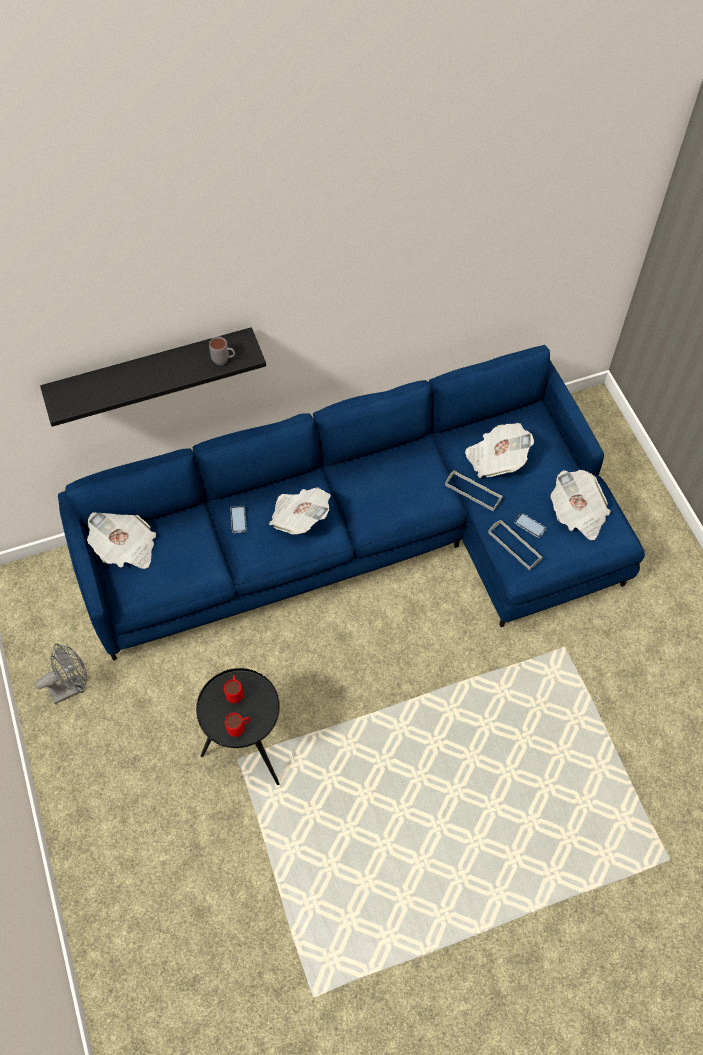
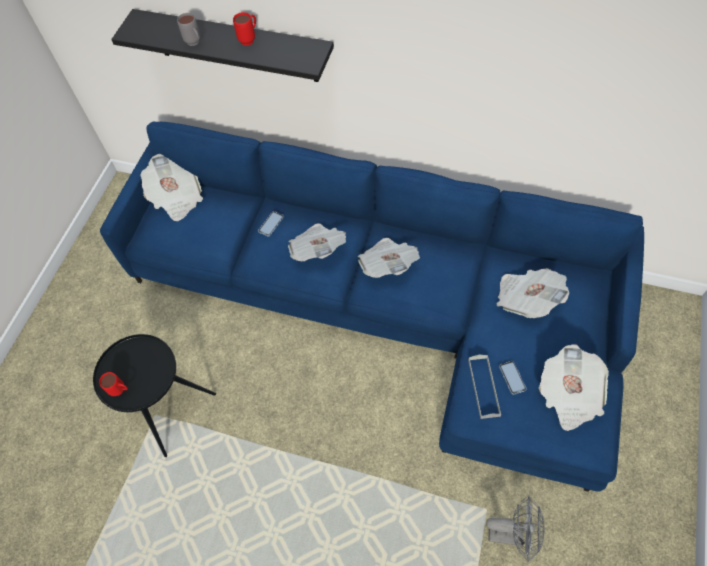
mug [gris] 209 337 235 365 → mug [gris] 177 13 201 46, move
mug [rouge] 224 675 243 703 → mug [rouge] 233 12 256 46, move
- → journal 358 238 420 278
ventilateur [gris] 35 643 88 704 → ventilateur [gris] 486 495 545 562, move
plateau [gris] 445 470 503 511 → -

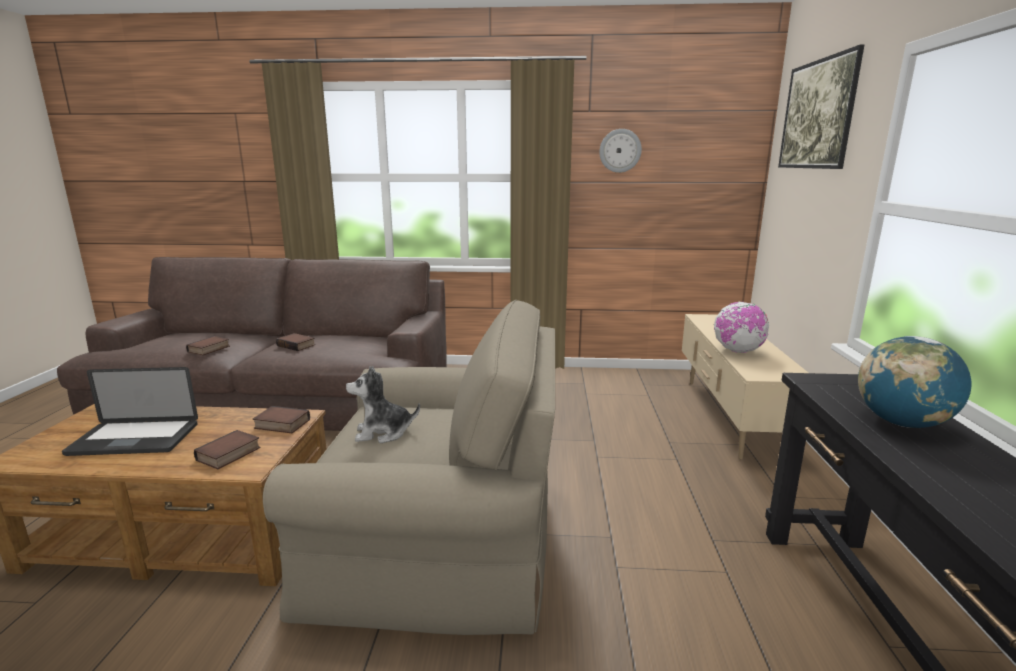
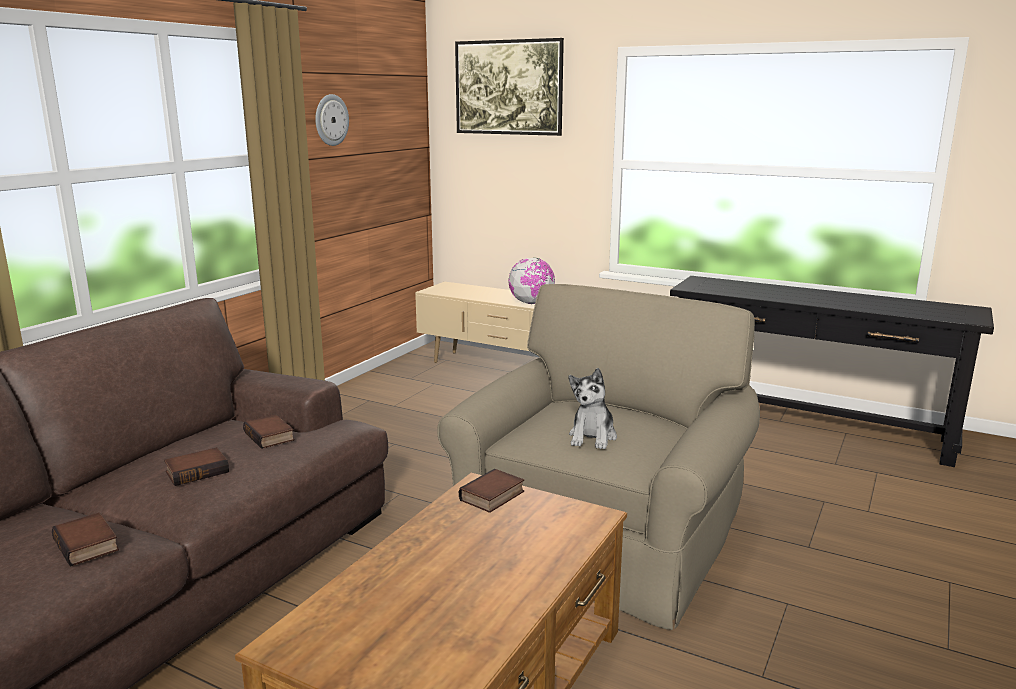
livre 194 430 260 469 → livre 243 414 294 449, move
ordinateur portable 62 367 198 456 → -
globe 858 336 972 428 → -

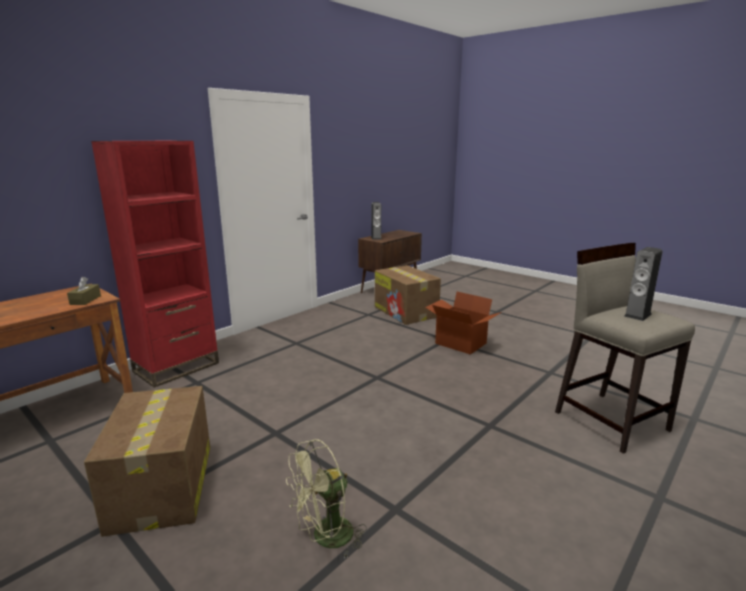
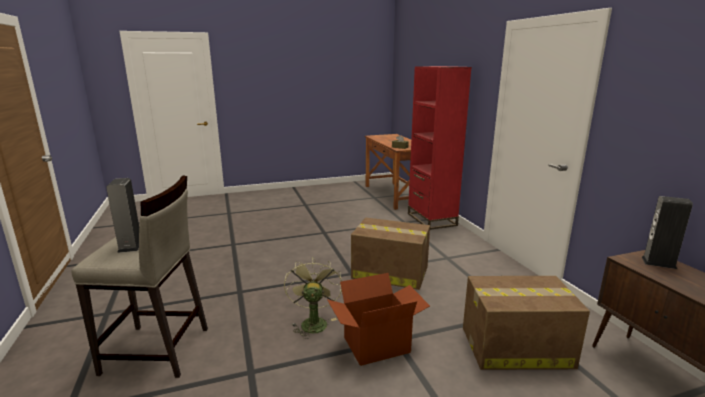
ventilateur [vert] 286 439 367 558 → ventilateur [vert] 284 257 342 339, move
carton 84 386 210 537 → carton 351 218 430 290, move

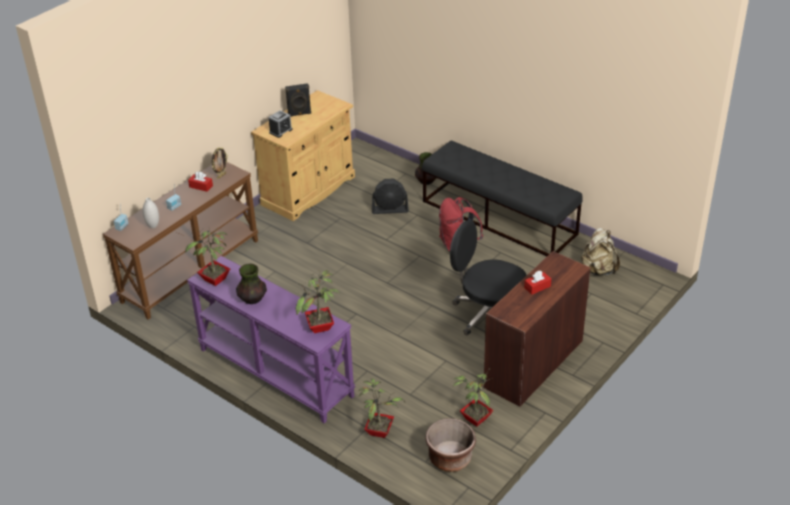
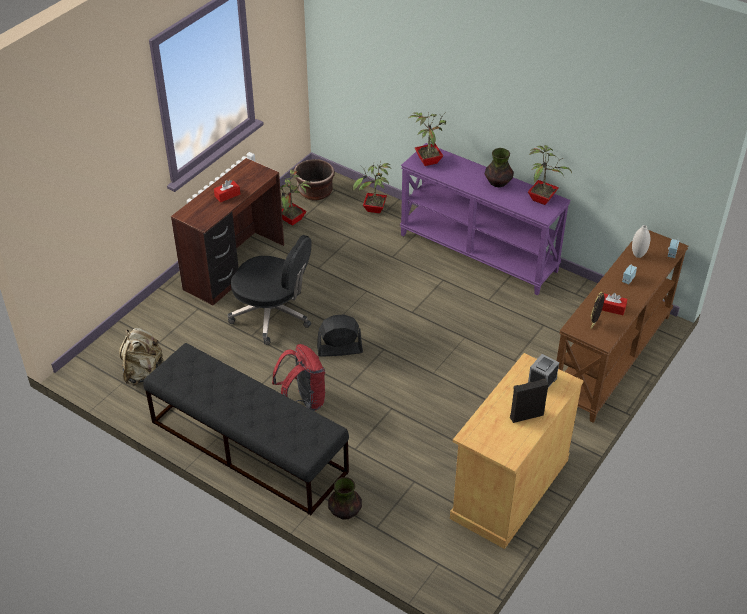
ventilateur [noir] 372 179 409 214 → ventilateur [noir] 317 314 363 357, move

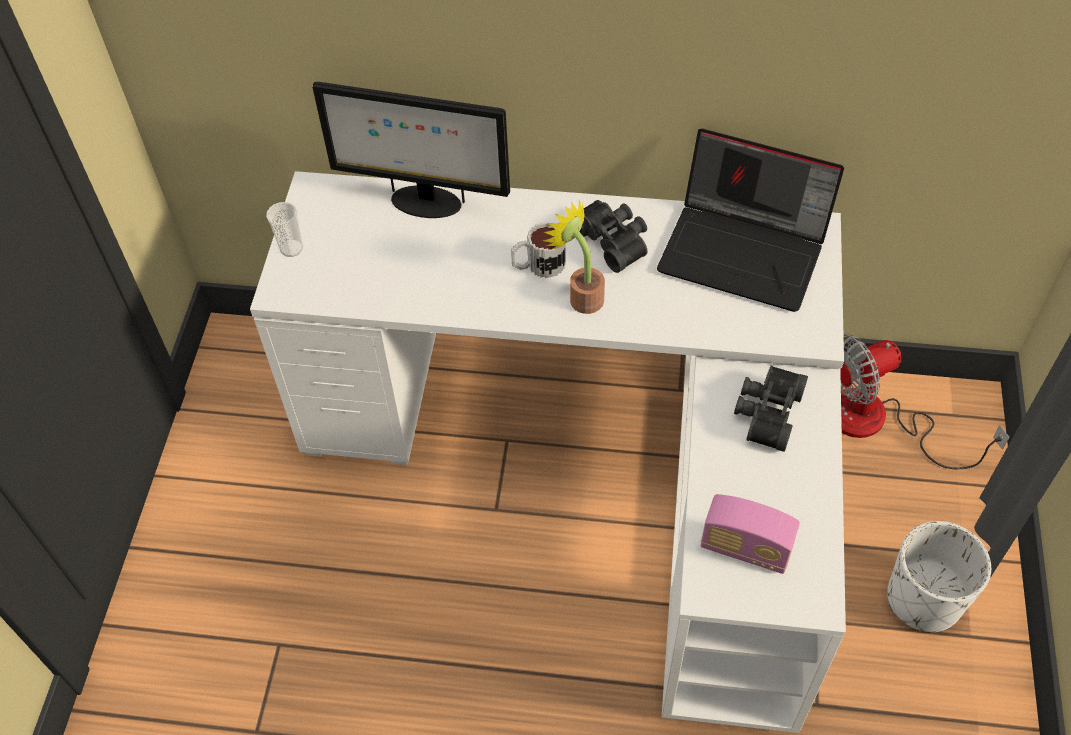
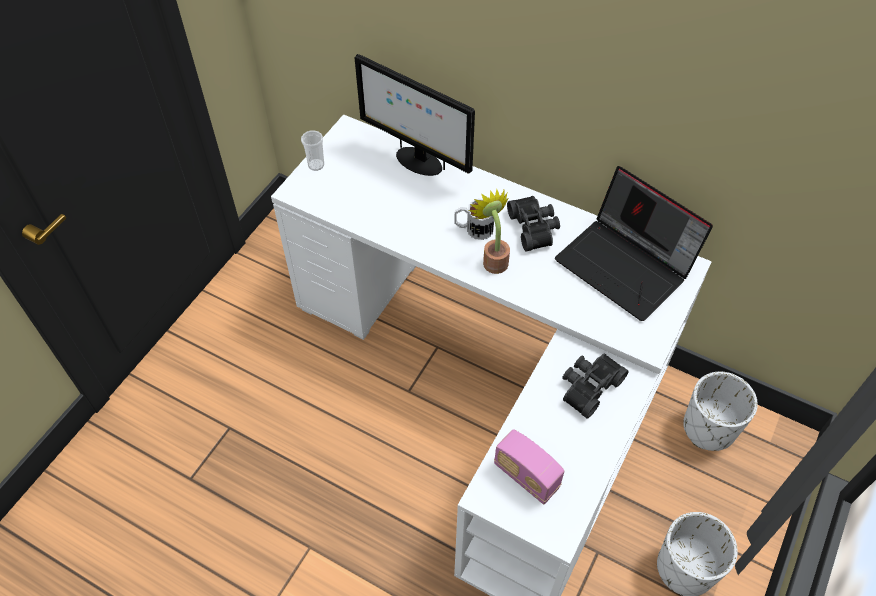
ventilateur 840 334 1009 469 → cache-pot [blanc] 683 372 758 451

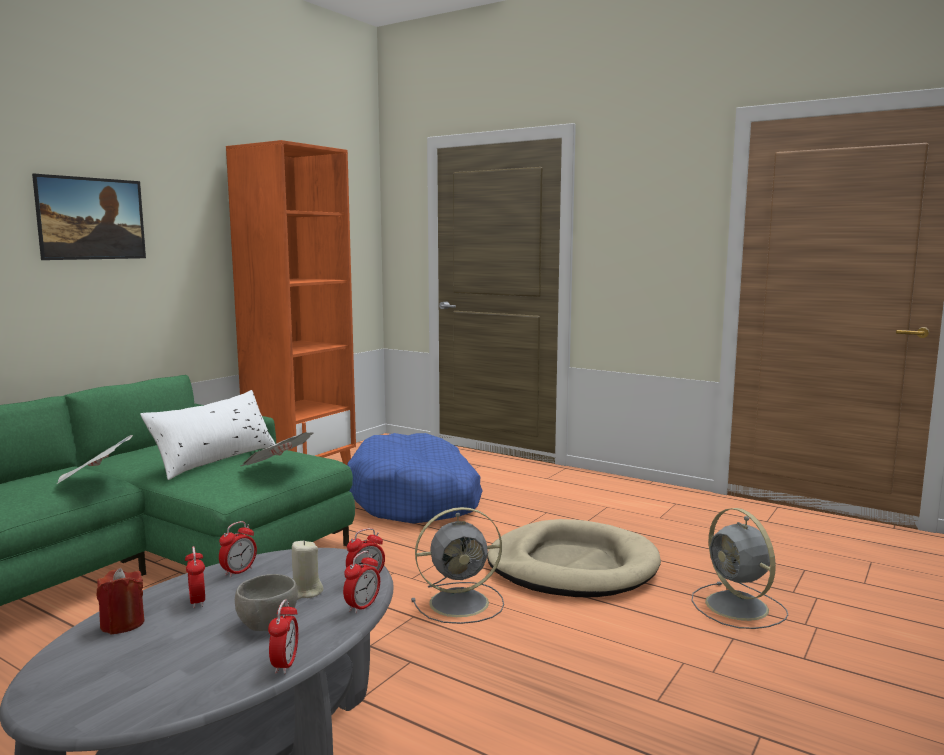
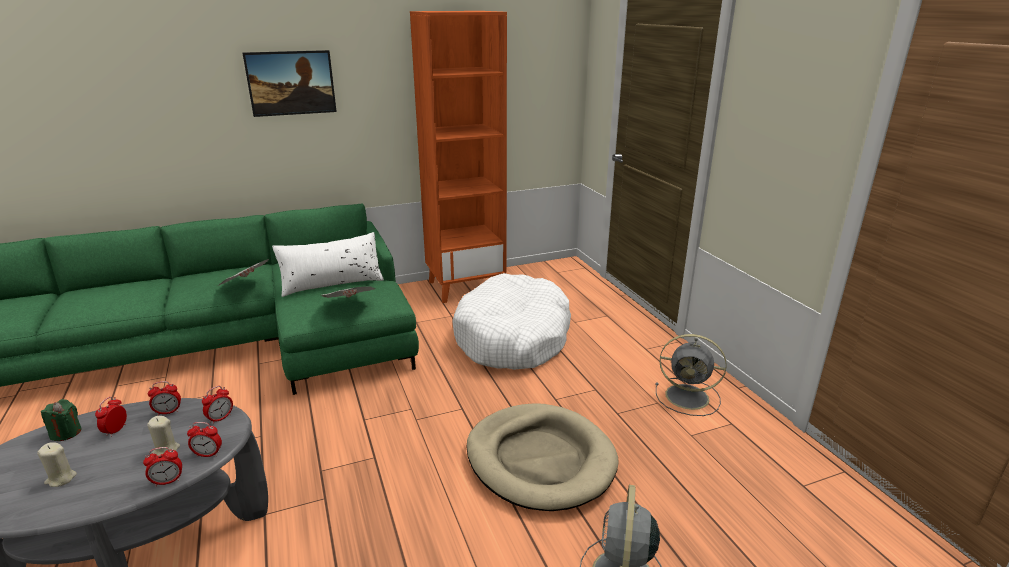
- → bougie [beige] 37 442 77 487
bougie [rouge] 97 568 144 635 → bougie [vert] 41 399 82 441
réveil 268 599 298 674 → réveil 202 386 233 424, move
panier pour chien [bleu] 347 433 483 524 → panier pour chien [blanc] 452 273 571 370
ventilateur [gris] 411 507 504 624 → ventilateur [gris] 656 334 727 416, move
bol [gris] 235 574 298 631 → -

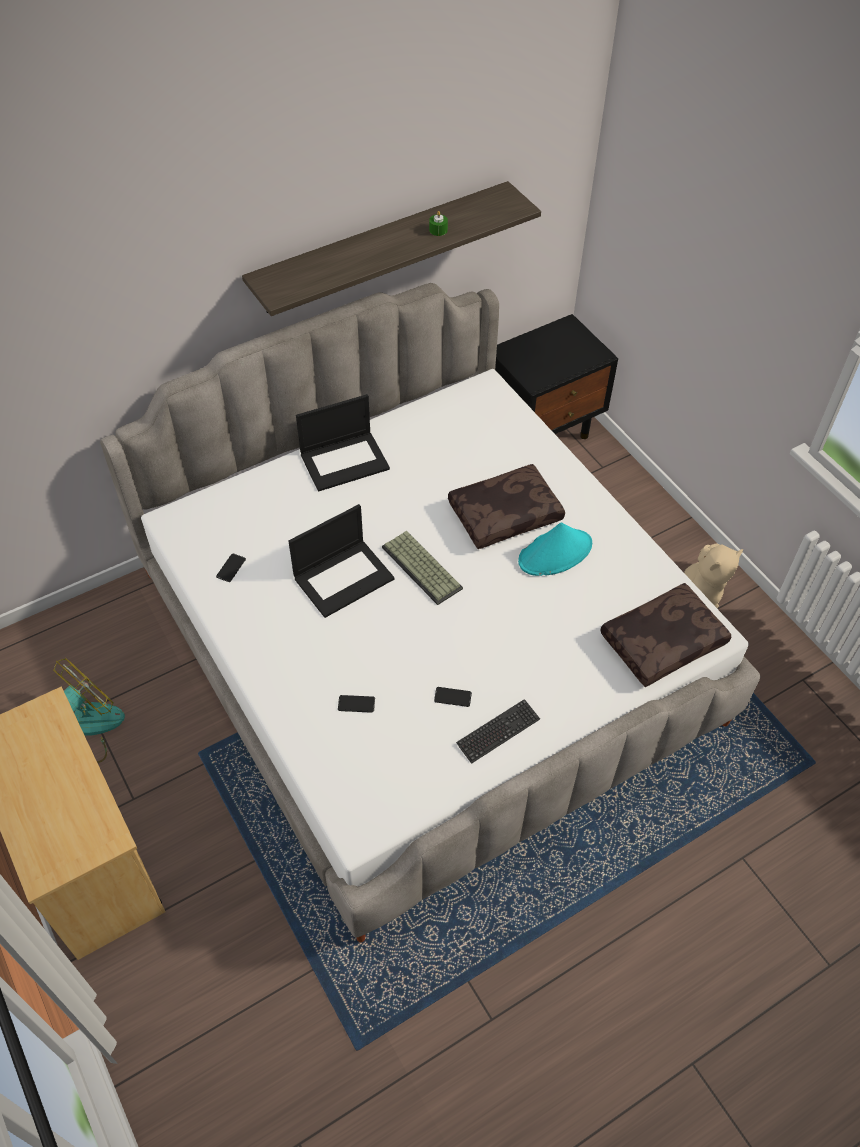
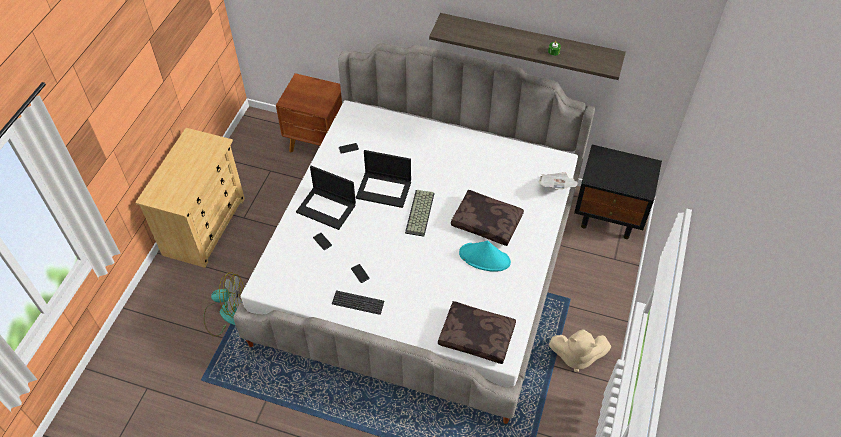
ventilateur 53 658 125 763 → ventilateur 204 272 244 337, move
- → table de chevet [marron] 276 73 342 153
ordinateur portable 296 394 390 492 → ordinateur portable 296 166 356 230, move
- → journal 538 172 578 189

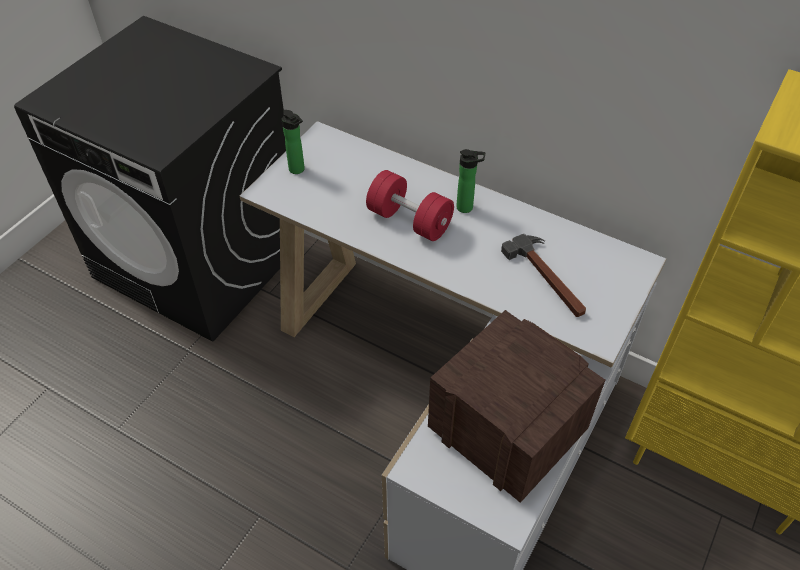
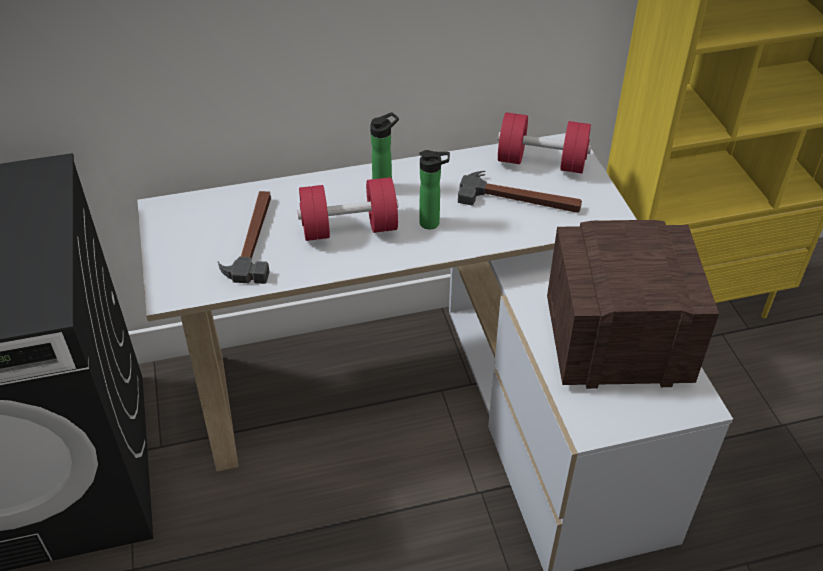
- → marteau 218 191 271 284
bouteille 282 110 305 174 → bouteille 419 150 450 229, move
- → haltère [rouge] 498 112 591 173

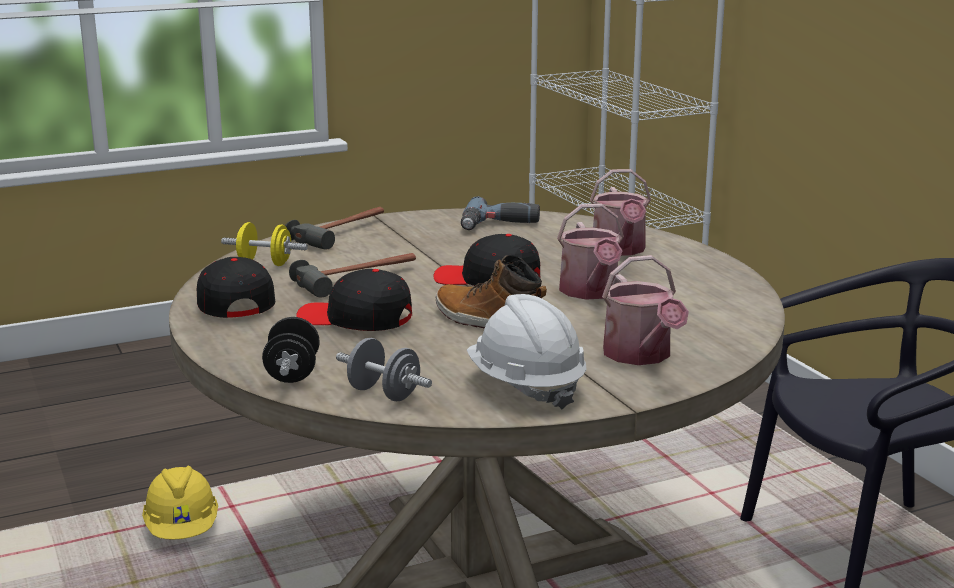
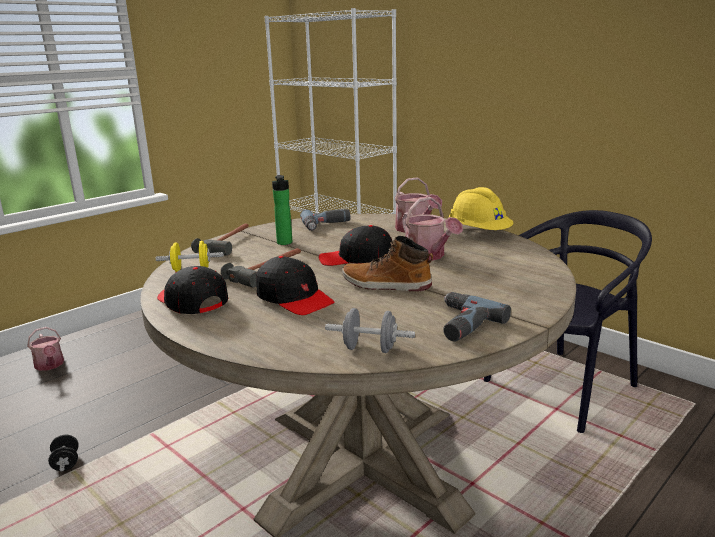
arrosoir 602 255 689 365 → arrosoir 27 327 64 371, move
haltère [noir] 262 317 320 383 → haltère [noir] 48 435 79 472, move
casquette [noir] 296 269 412 331 → casquette [noir] 256 256 335 315, 135 degrees counterclockwise
- → bouteille 272 175 292 245
casque de chantier [blanc] 467 294 586 410 → perceuse 443 292 511 342
casque de chantier [jaune] 142 466 218 540 → casque de chantier [jaune] 449 187 514 230, move

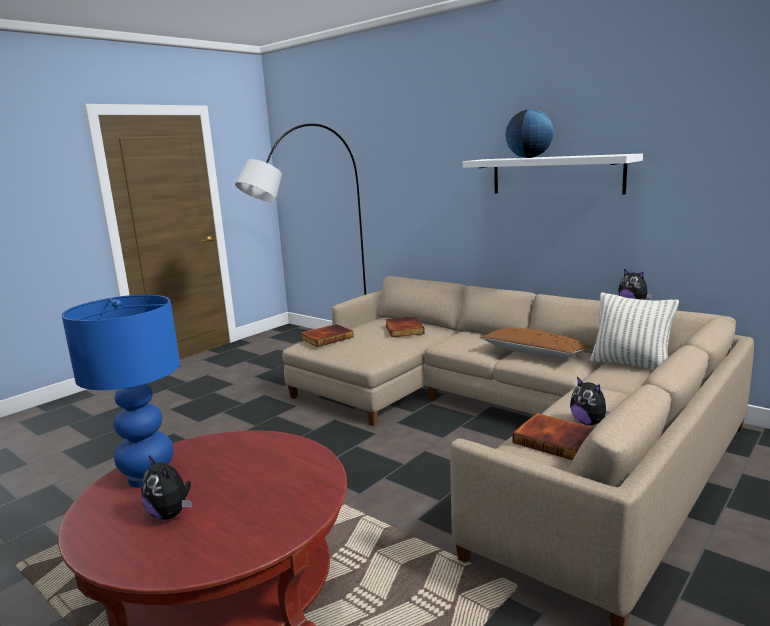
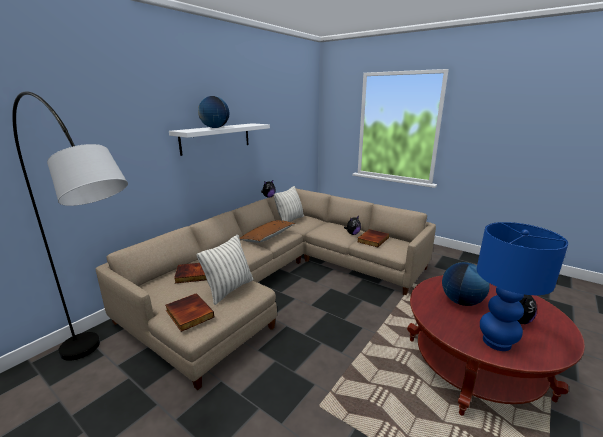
- → coussin 197 235 253 305
- → globe 442 262 490 306

